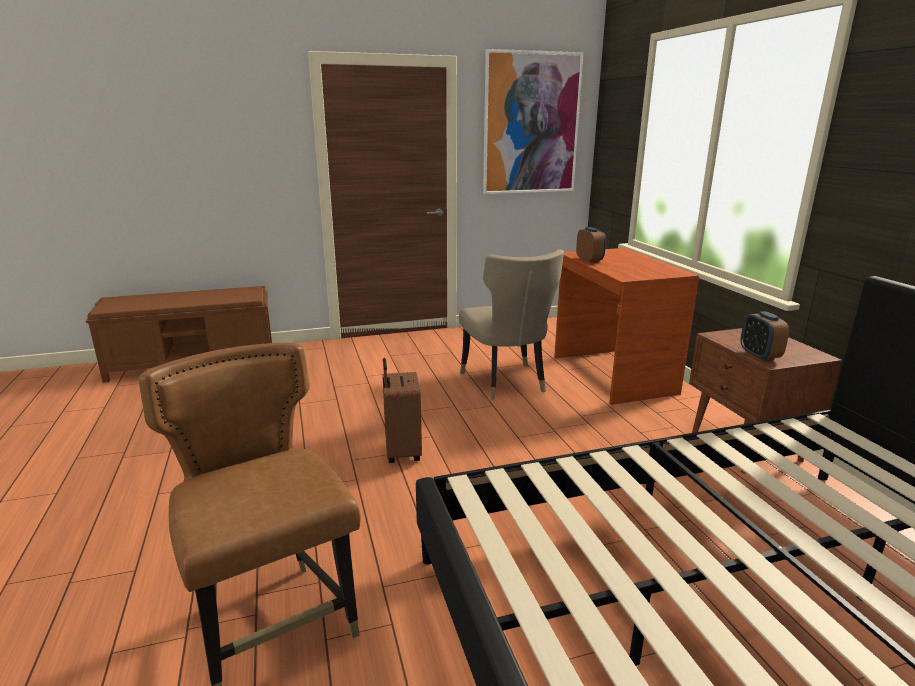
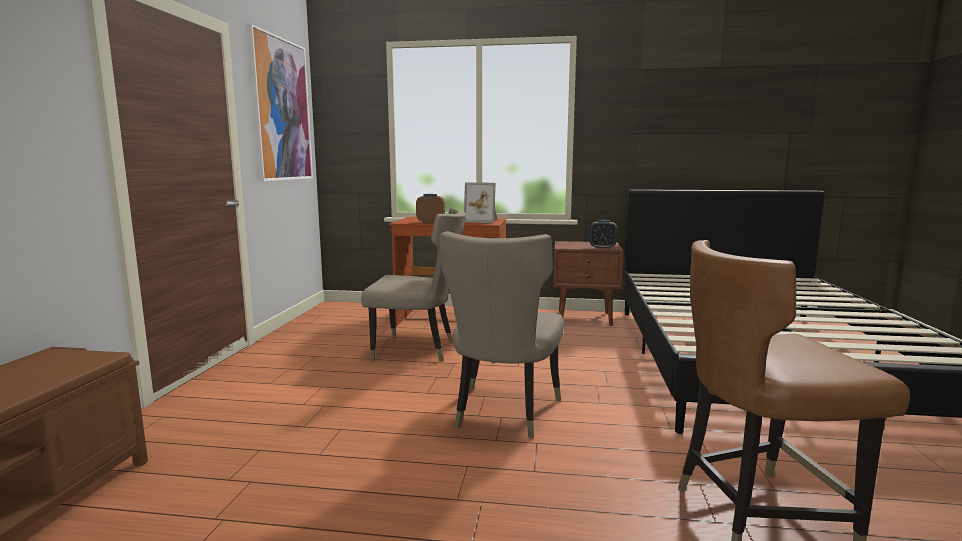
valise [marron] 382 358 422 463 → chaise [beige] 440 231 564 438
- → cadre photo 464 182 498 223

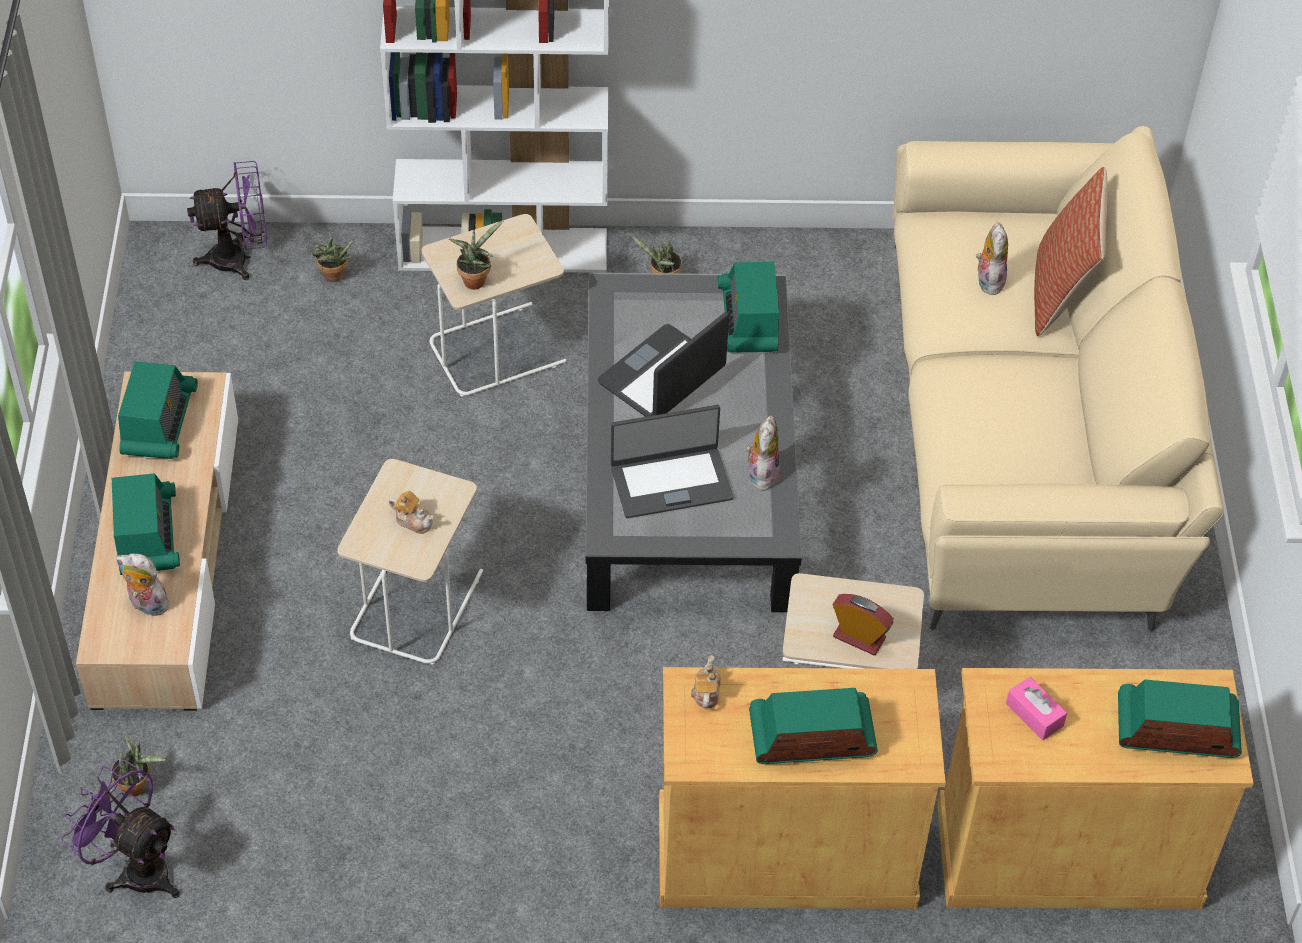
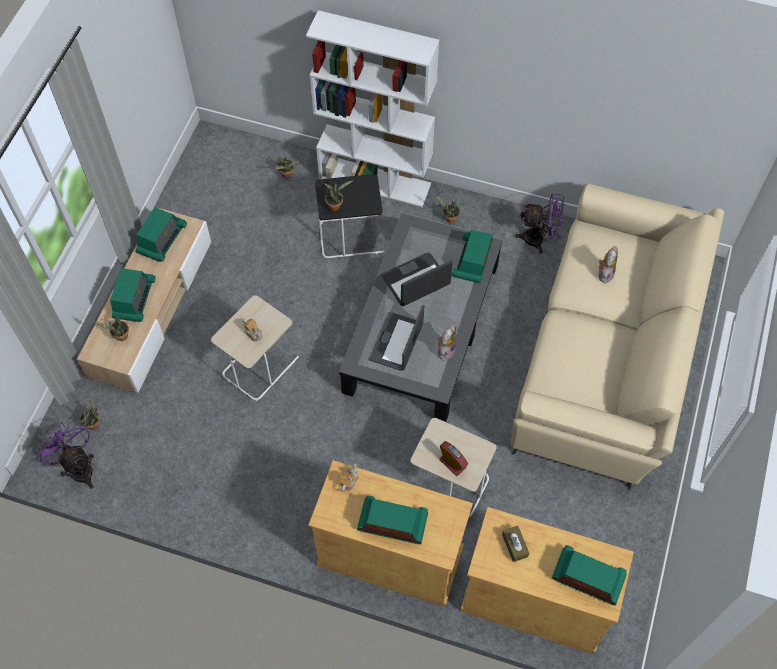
peluche 116 553 169 616 → plante en pot 93 317 129 341
table d'appoint [beige] 422 214 567 397 → table d'appoint [noir] 315 174 383 258
ordinateur portable 611 405 733 518 → ordinateur portable 370 305 424 371, 105 degrees clockwise
boîte à mouchoirs [rose] 1006 677 1067 740 → boîte à mouchoirs [marron] 502 526 529 562
ventilateur [violet] 187 161 267 280 → ventilateur [violet] 515 193 564 253, move
coussin 1034 167 1108 336 → -

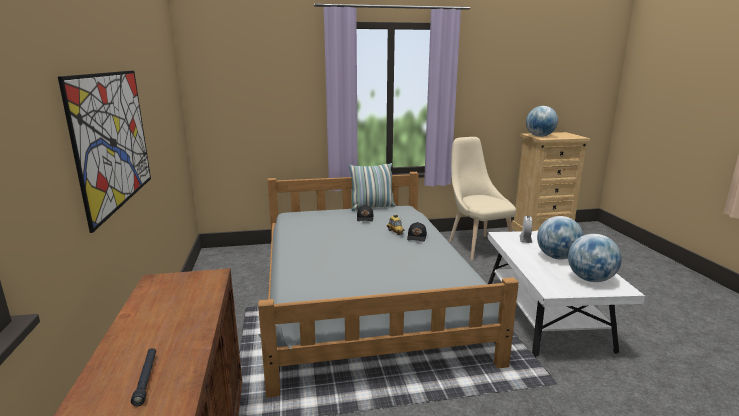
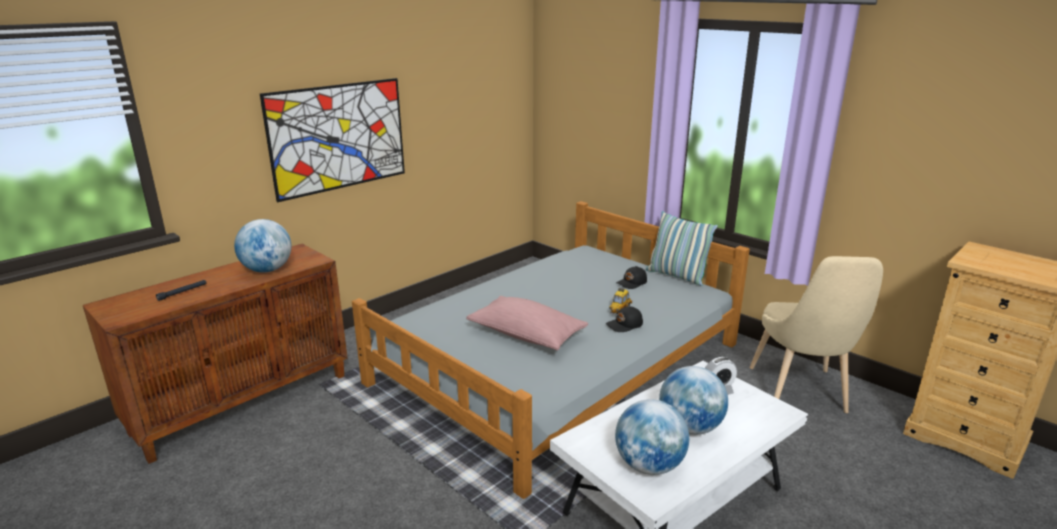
globe 526 106 558 137 → globe 234 219 292 273, move
- → coussin [rose] 466 296 588 351
chaise [beige] 449 137 516 260 → chaise [beige] 750 256 883 413, 150 degrees clockwise

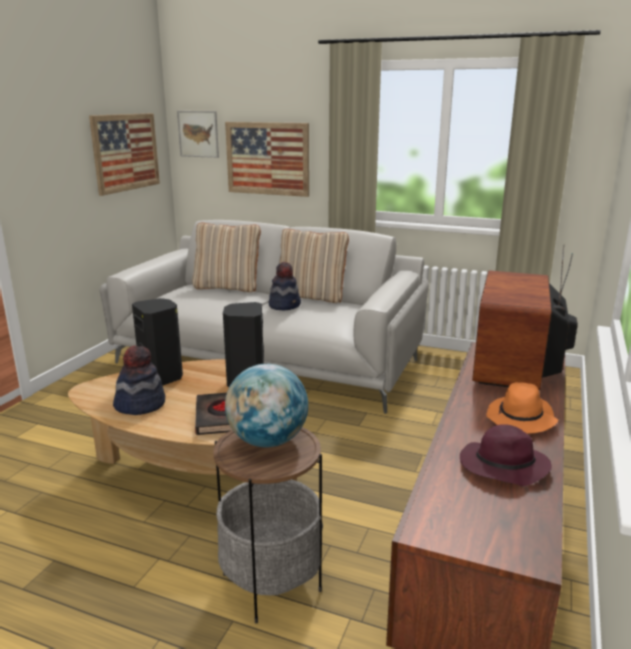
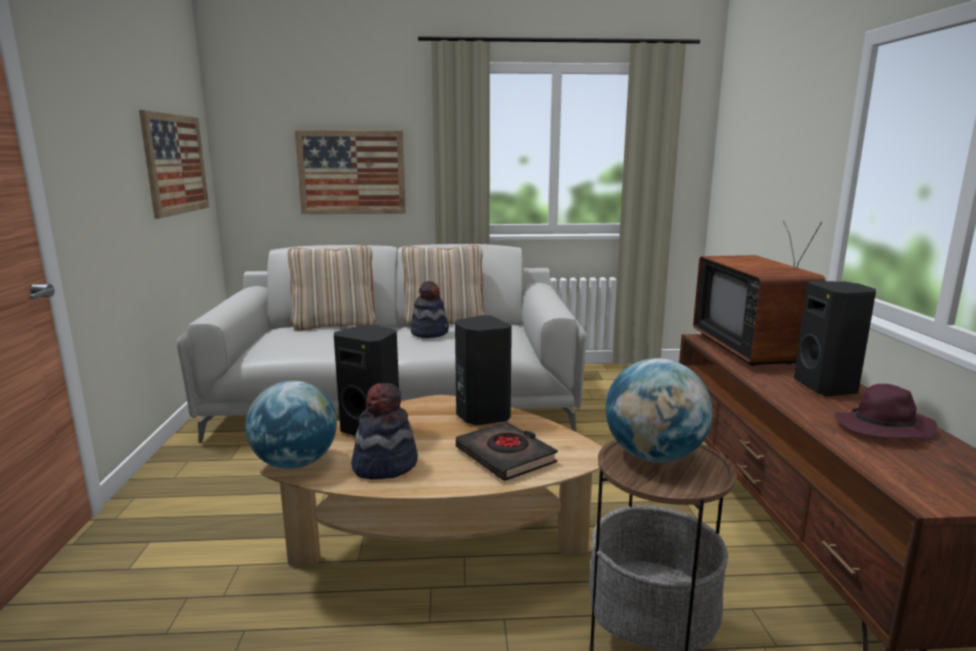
- → globe 245 381 337 469
chapeau [orange] 486 382 558 433 → enceinte [noir] 794 281 876 396
tableau 177 111 219 158 → -

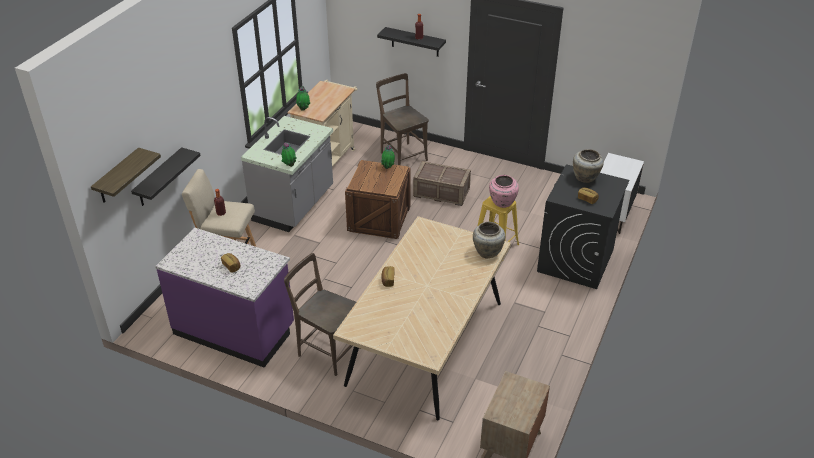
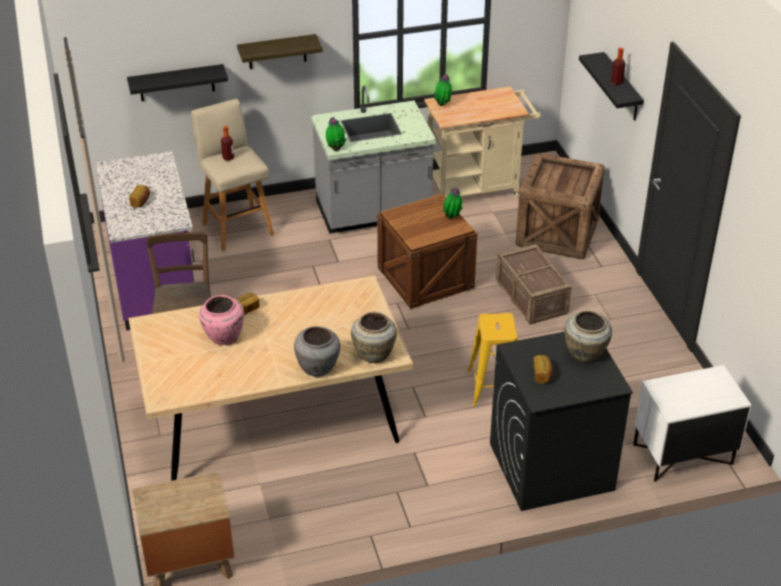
vase [rose] 489 175 519 208 → vase [rose] 199 295 244 345, move
étagère 91 148 161 203 → étagère 237 34 323 69, move
- → vase [gris] 294 326 340 377
chaise [marron] 376 73 429 165 → caisse 515 153 605 259

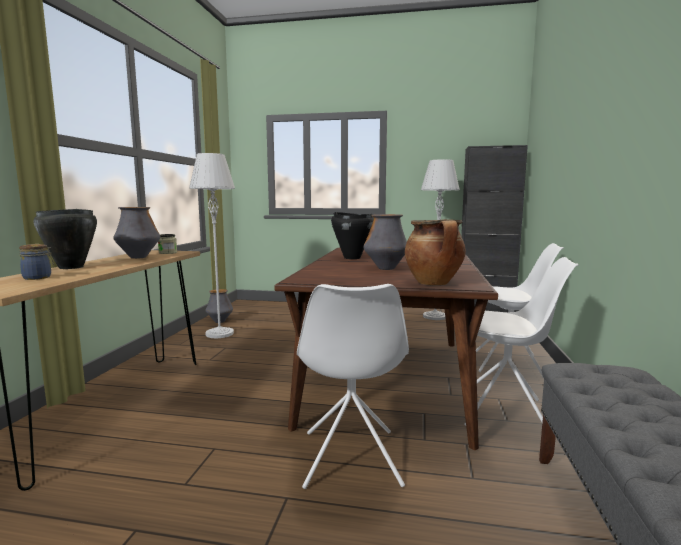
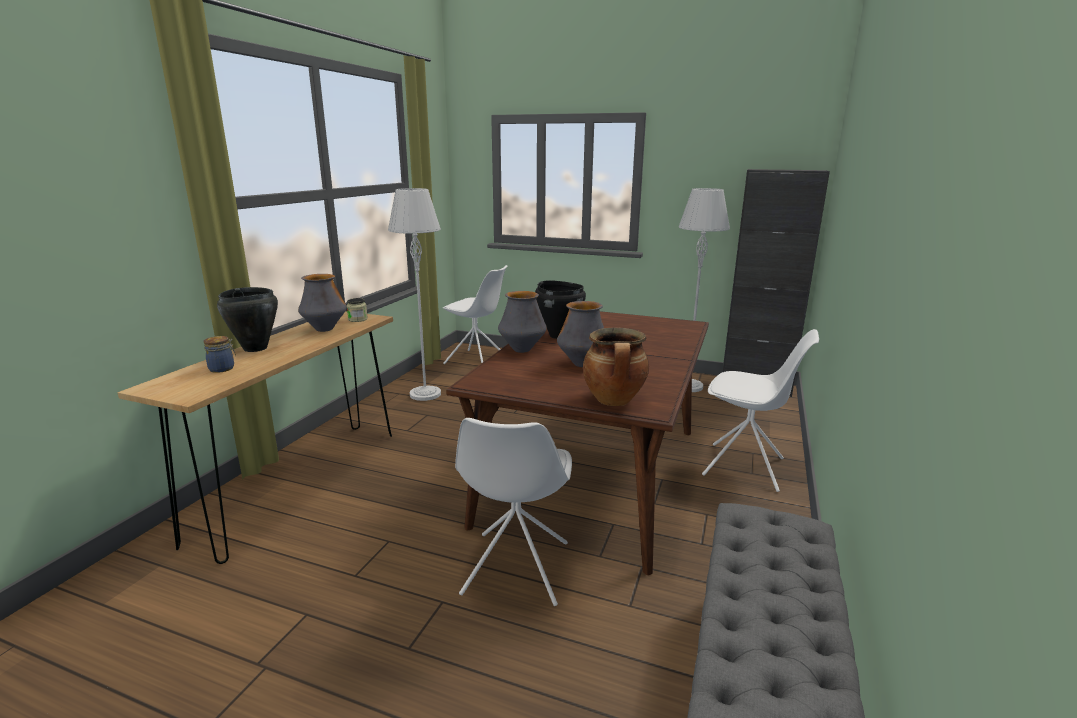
chaise [blanc] 464 257 579 426 → chaise [blanc] 443 265 507 364, move
vase 206 289 233 323 → vase 498 291 547 353, move

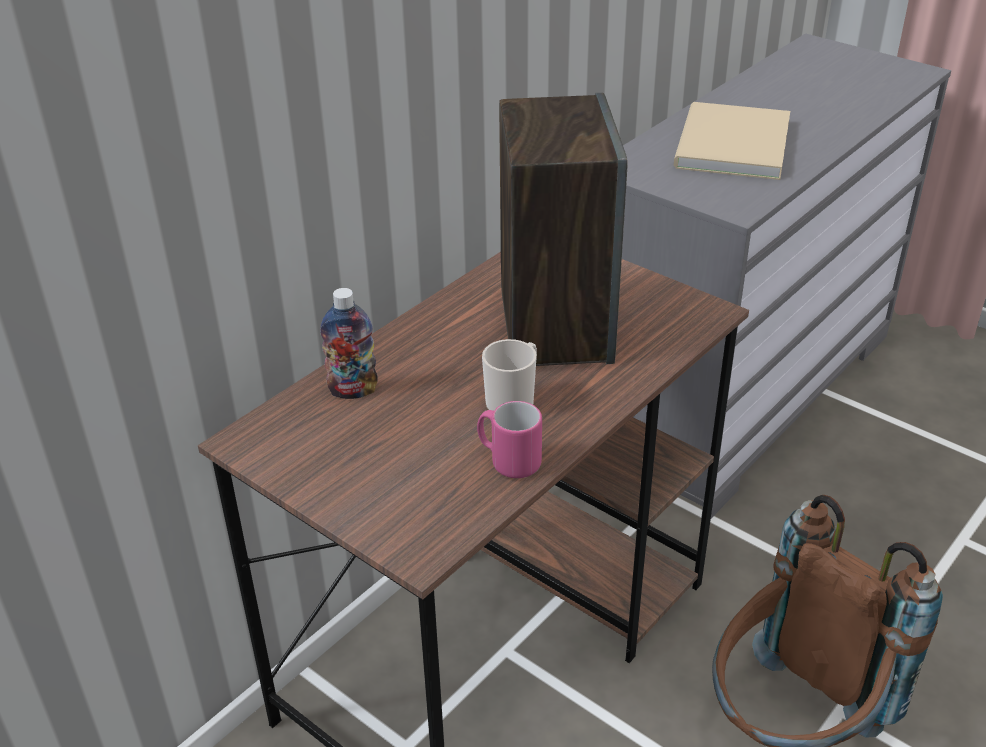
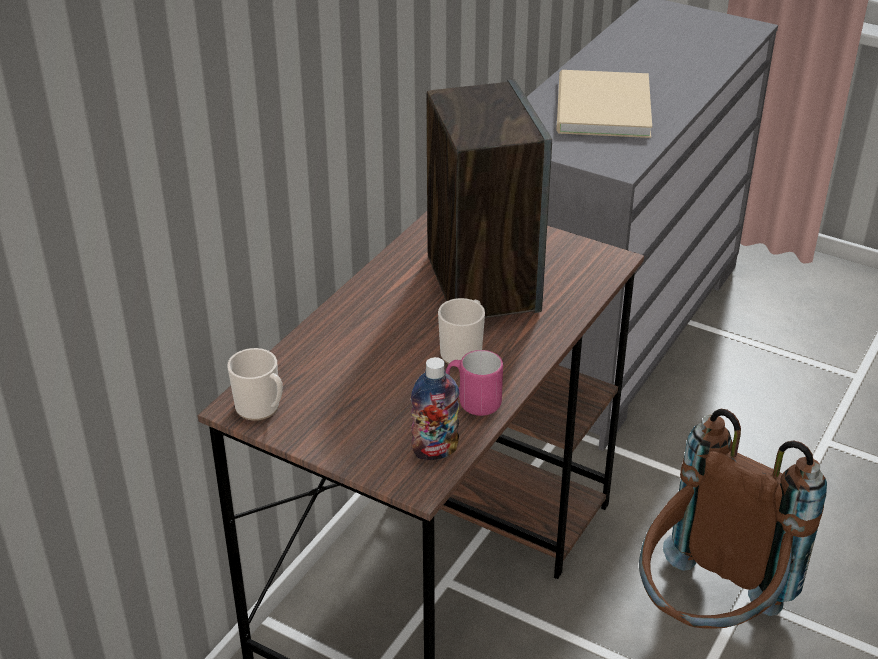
- → mug 227 348 283 421
bouteille 320 288 378 399 → bouteille 411 357 459 460, move

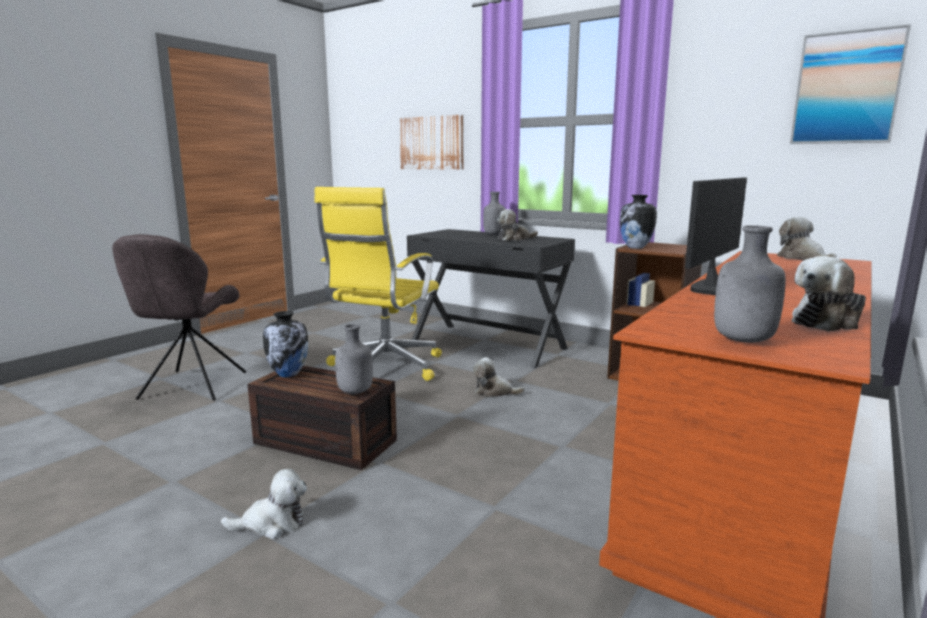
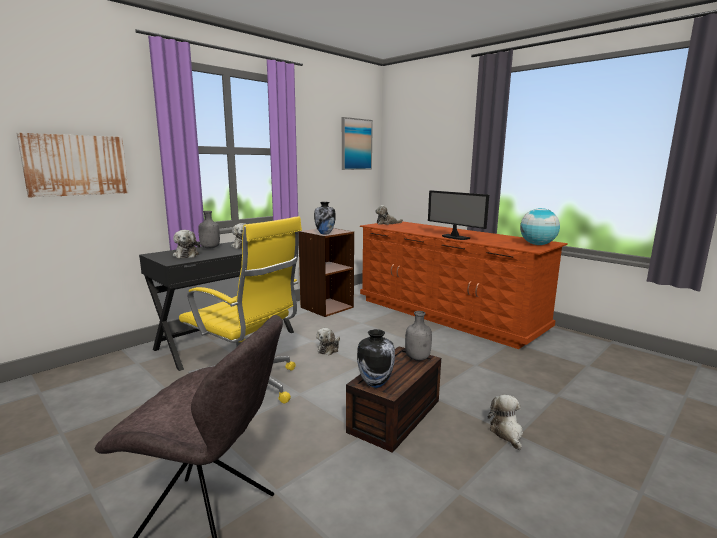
peluche 792 256 866 331 → peluche 173 230 200 258, move
bouteille [gris] 714 225 786 343 → globe 520 208 560 245

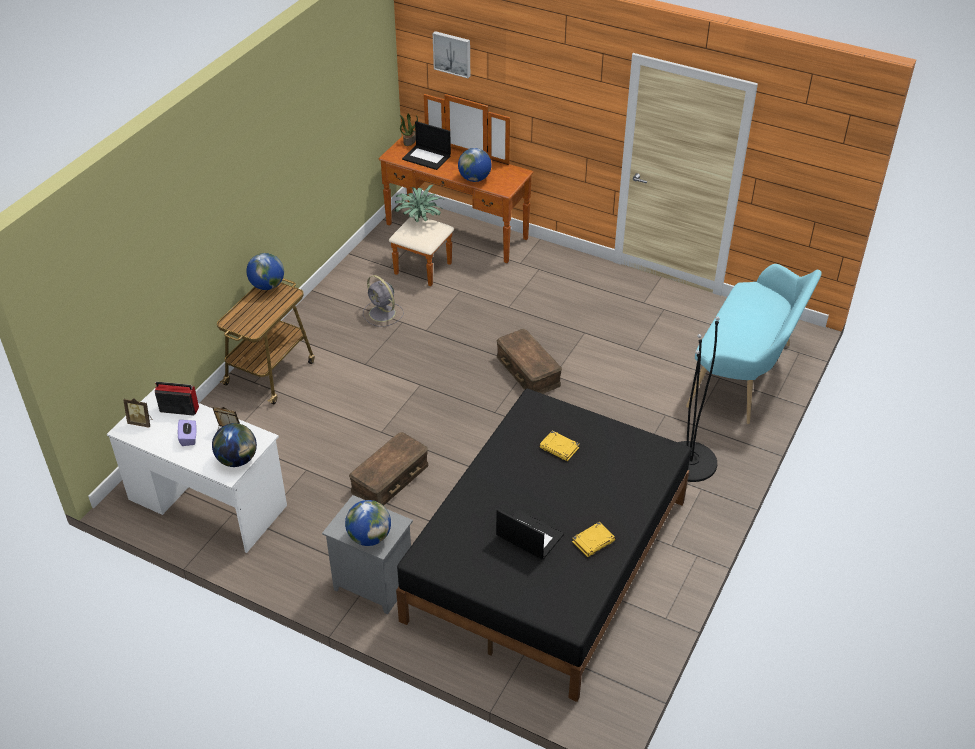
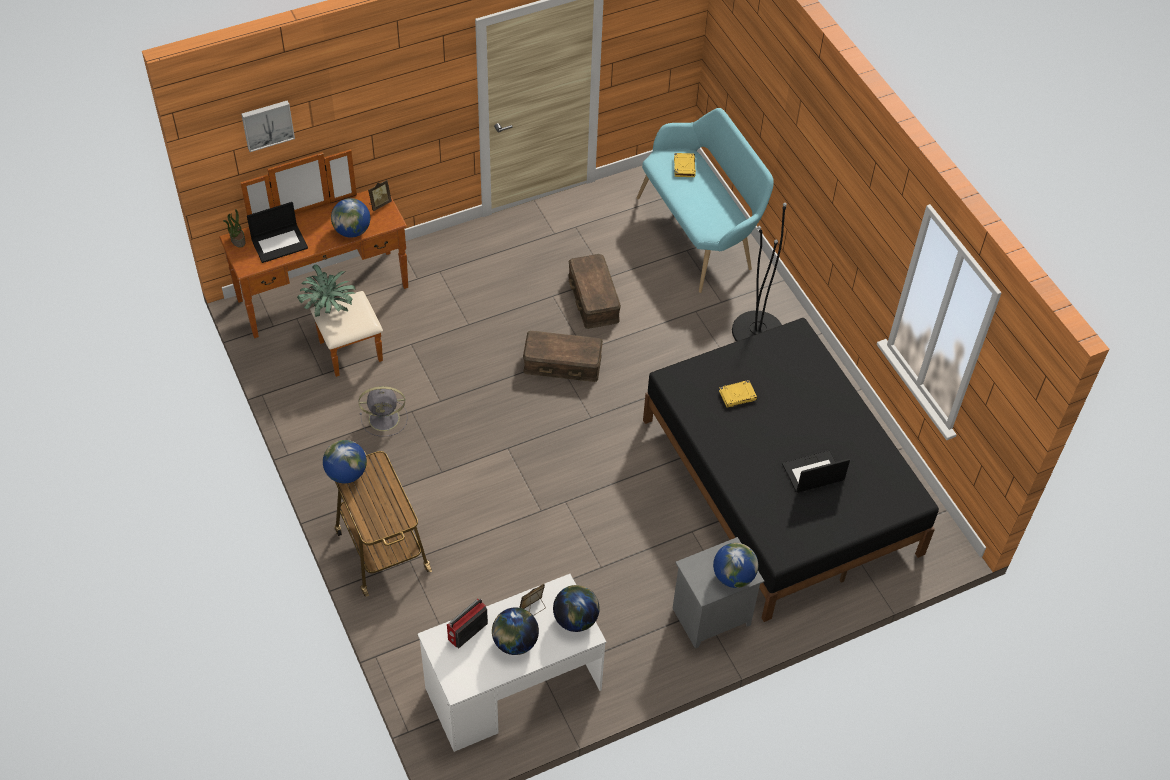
cadre photo 123 399 152 428 → cadre photo 368 180 392 211, move
boîte à mouchoirs [violet] 178 420 196 446 → globe 492 607 539 655
boîte de rangement [marron] 349 432 428 506 → boîte de rangement [marron] 568 254 621 329, move
livre [jaune] 572 522 616 557 → livre [jaune] 674 153 696 177, move

